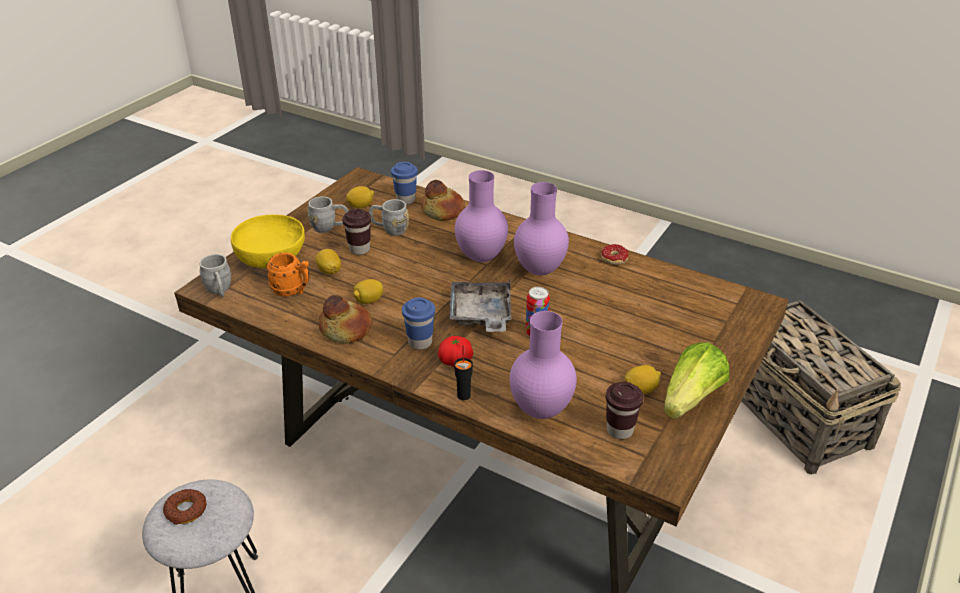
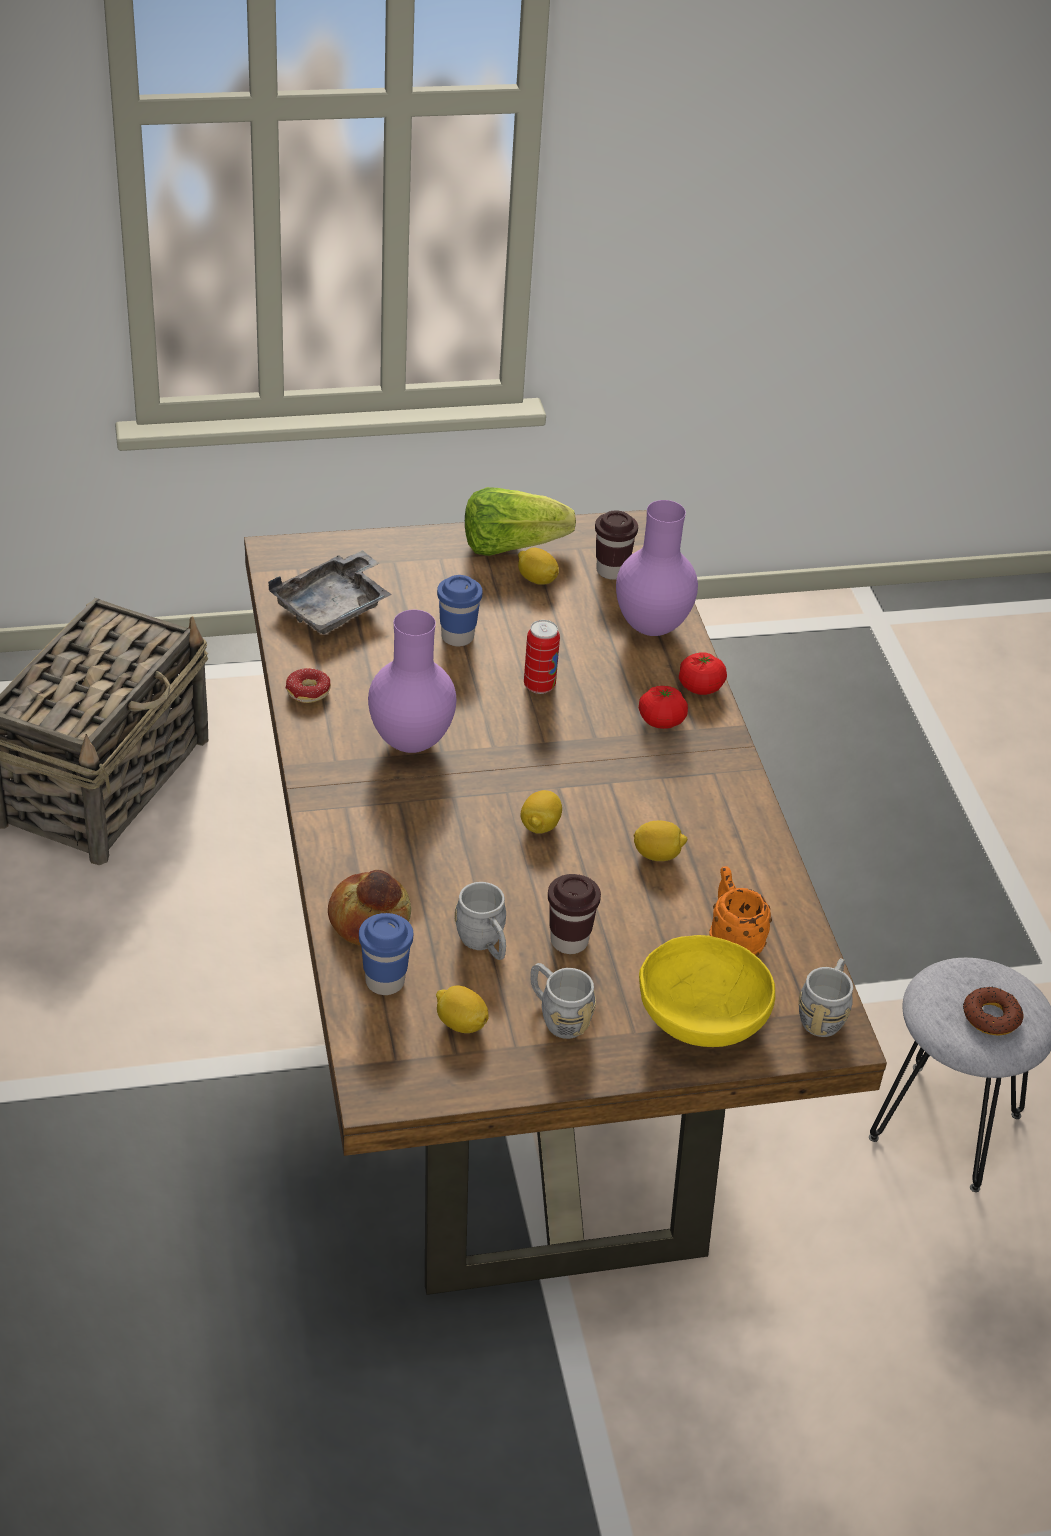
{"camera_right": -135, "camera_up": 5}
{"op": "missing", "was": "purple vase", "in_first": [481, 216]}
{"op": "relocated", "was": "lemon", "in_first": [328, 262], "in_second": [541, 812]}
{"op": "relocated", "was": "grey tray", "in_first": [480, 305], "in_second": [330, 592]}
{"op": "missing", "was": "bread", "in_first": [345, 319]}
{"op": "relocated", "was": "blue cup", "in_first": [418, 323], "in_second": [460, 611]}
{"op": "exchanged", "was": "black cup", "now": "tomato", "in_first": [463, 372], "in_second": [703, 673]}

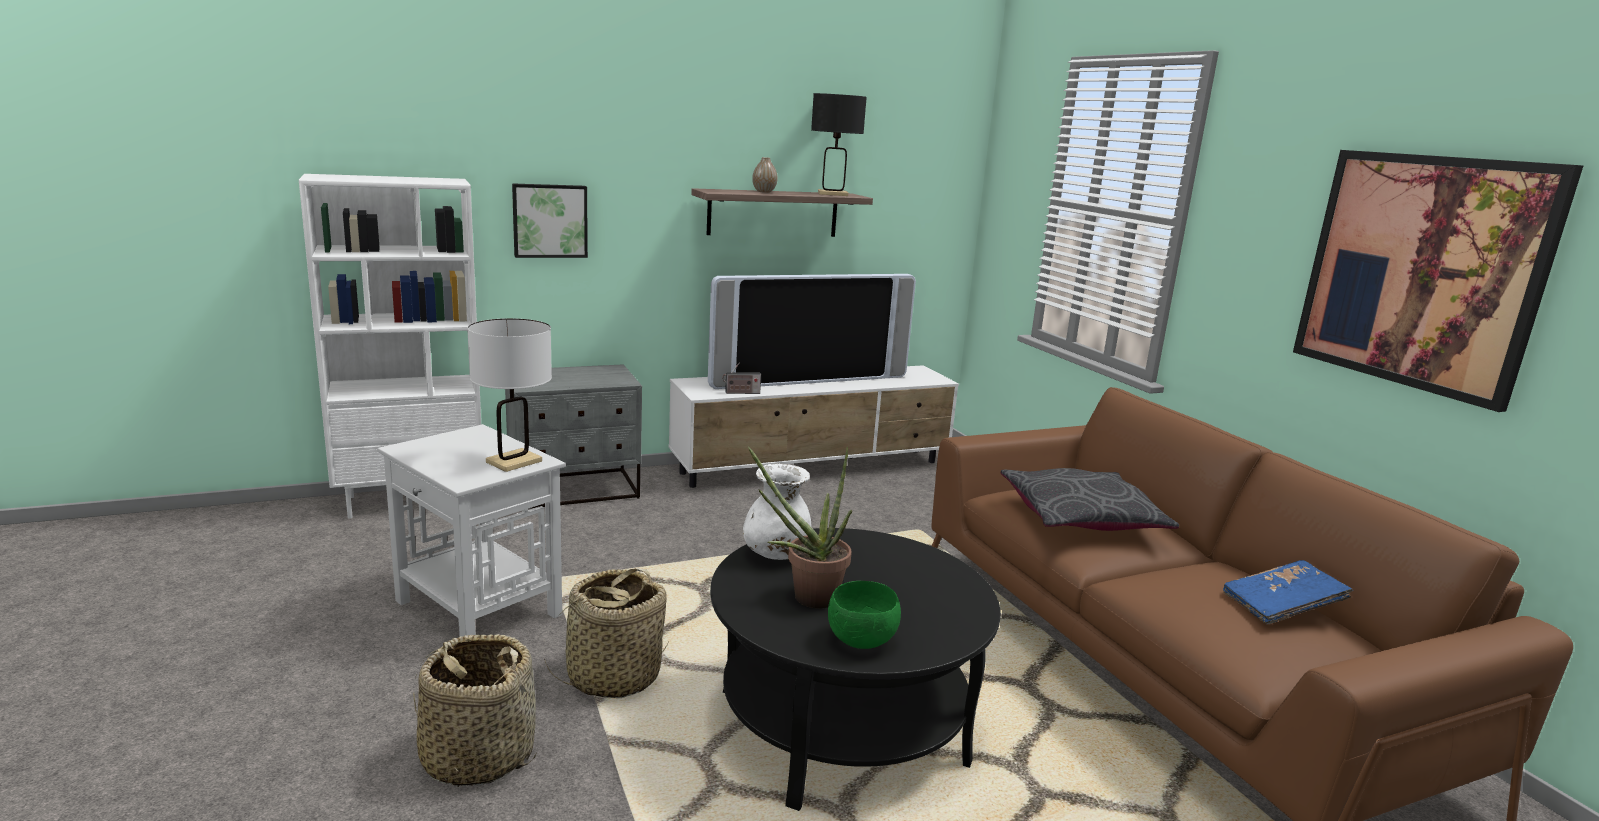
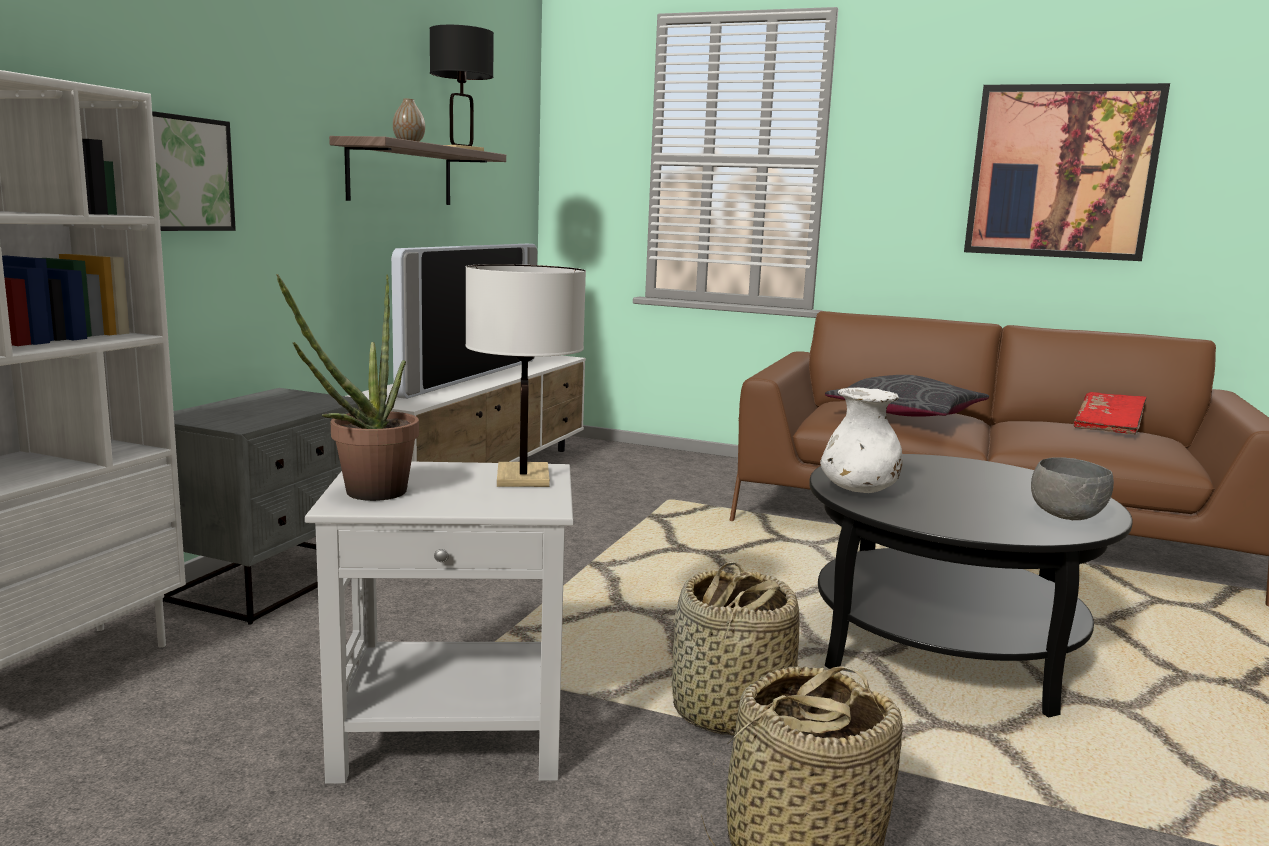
{"camera_right": -45, "camera_up": -5}
{"op": "missing", "was": "radio", "in_first": [741, 378]}
{"op": "relocated", "was": "potted plant", "in_first": [800, 527], "in_second": [347, 387]}
{"op": "colour", "was": "blue book", "now": "red book", "in_first": [1288, 592], "in_second": [1110, 413]}
{"op": "colour", "was": "green bowl", "now": "grey bowl", "in_first": [864, 615], "in_second": [1072, 488]}

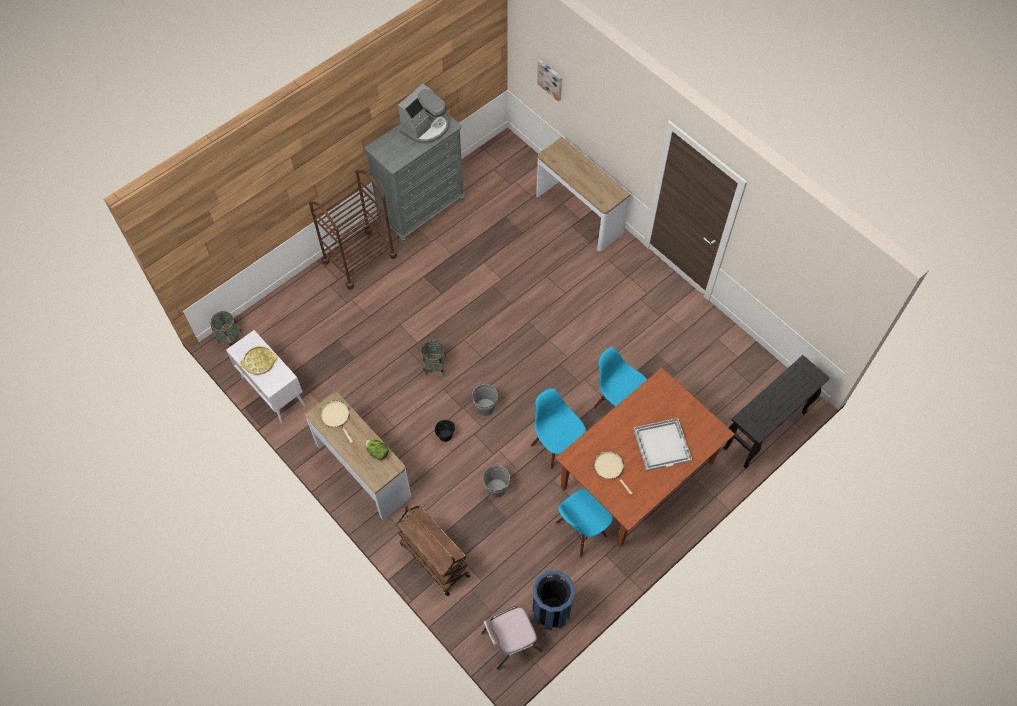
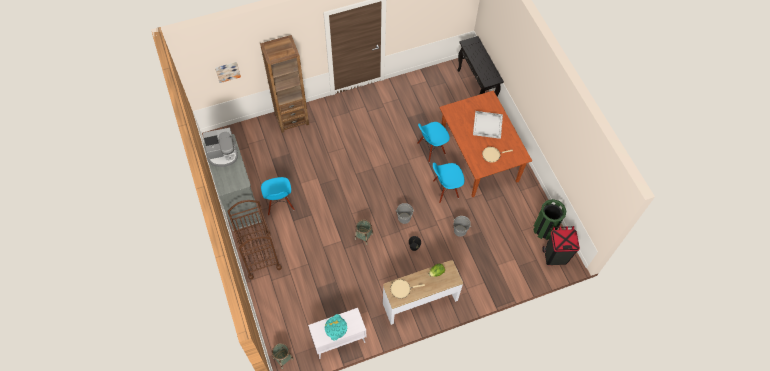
{"camera_right": -70, "camera_up": 0}
{"op": "spun", "was": "coffee machine", "in_first": [423, 113], "in_second": [220, 147], "clockwise": 105}
{"op": "exchanged", "was": "console table", "now": "brown bookcase", "in_first": [583, 194], "in_second": [284, 84]}
{"op": "colour", "was": "yellow tray", "now": "turquoise tray", "in_first": [258, 360], "in_second": [336, 327]}
{"op": "relocated", "was": "blue chair", "in_first": [584, 522], "in_second": [278, 196]}
{"op": "missing", "was": "brown cart", "in_first": [433, 550]}
{"op": "colour", "was": "blue trash can", "now": "green trash can", "in_first": [553, 600], "in_second": [550, 219]}
{"op": "exchanged", "was": "pink chair", "now": "black trash can", "in_first": [511, 638], "in_second": [561, 245]}

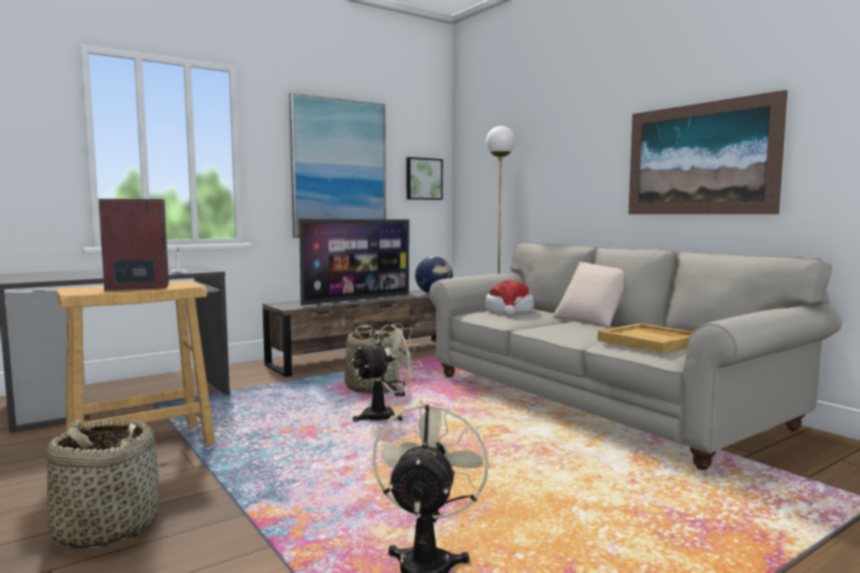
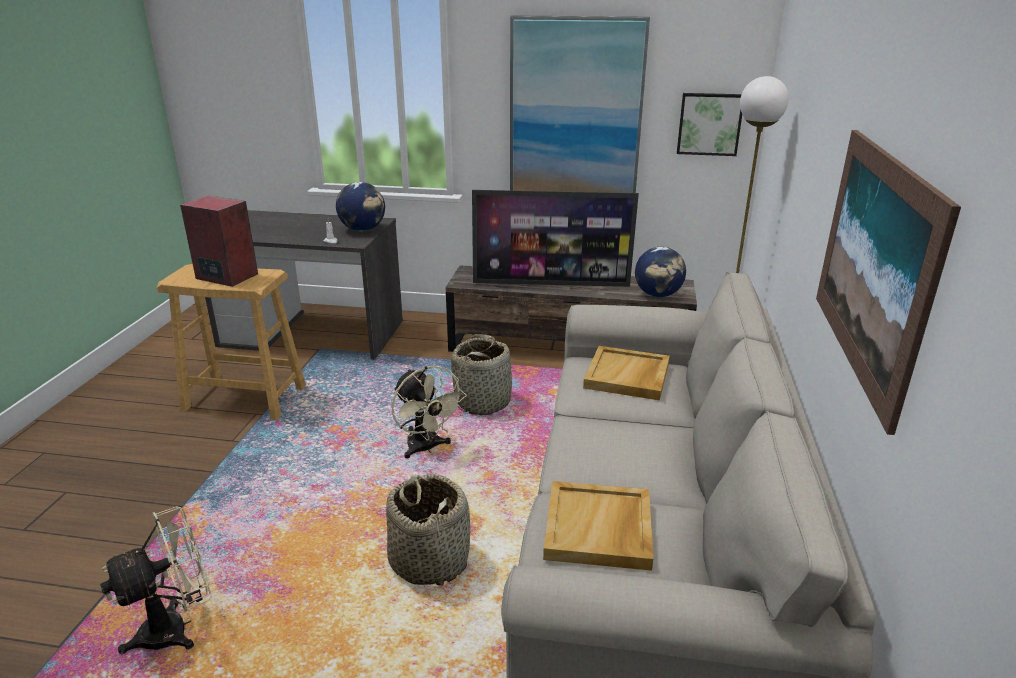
{"camera_right": 45, "camera_up": 20}
{"op": "missing", "was": "beige pillow", "in_first": [588, 295]}
{"op": "exchanged", "was": "hat", "now": "beige tray", "in_first": [509, 298], "in_second": [626, 373]}
{"op": "spun", "was": "beige fan", "in_first": [387, 373], "in_second": [429, 412], "clockwise": 45}
{"op": "relocated", "was": "basket", "in_first": [102, 484], "in_second": [428, 529]}
{"op": "appeared", "now": "globe", "in_second": [360, 206]}

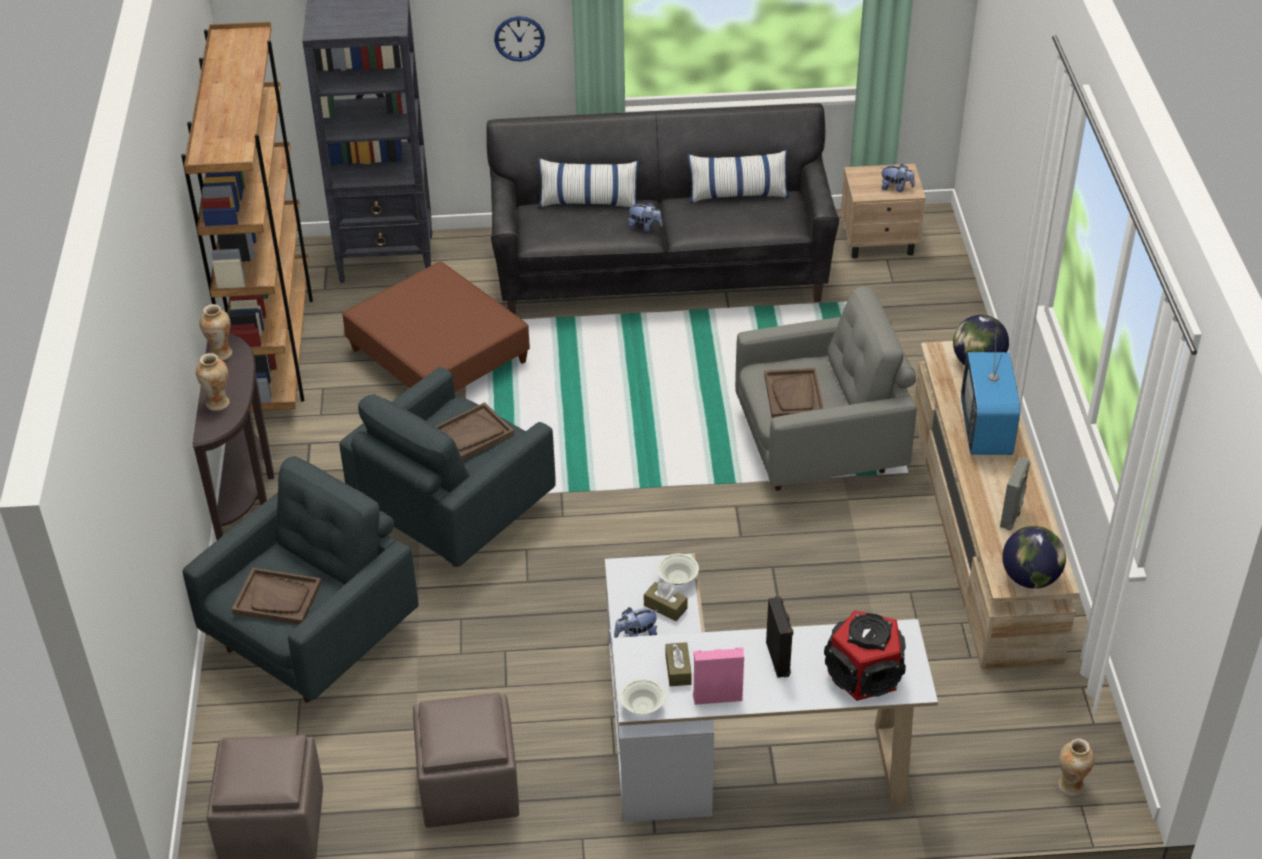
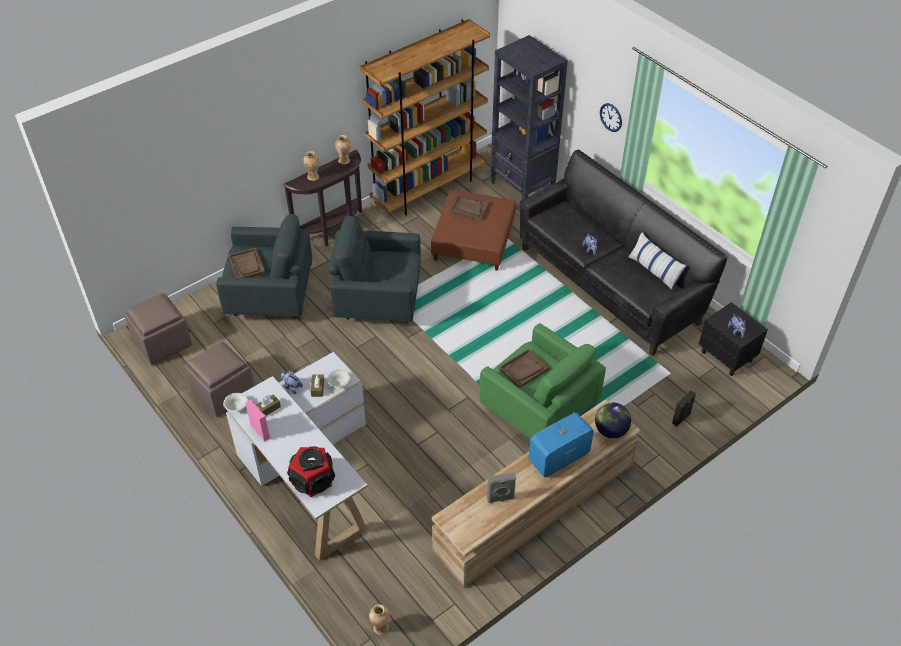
{"camera_right": 55, "camera_up": 5}
{"op": "missing", "was": "pillow", "in_first": [588, 183]}
{"op": "colour", "was": "beige nightstand", "now": "black nightstand", "in_first": [883, 211], "in_second": [733, 339]}
{"op": "colour", "was": "grey armchair", "now": "green armchair", "in_first": [826, 388], "in_second": [542, 381]}
{"op": "relocated", "was": "brown tray", "in_first": [474, 431], "in_second": [470, 207]}
{"op": "missing", "was": "globe", "in_first": [1034, 557]}
{"op": "relocated", "was": "black speaker", "in_first": [779, 637], "in_second": [684, 408]}

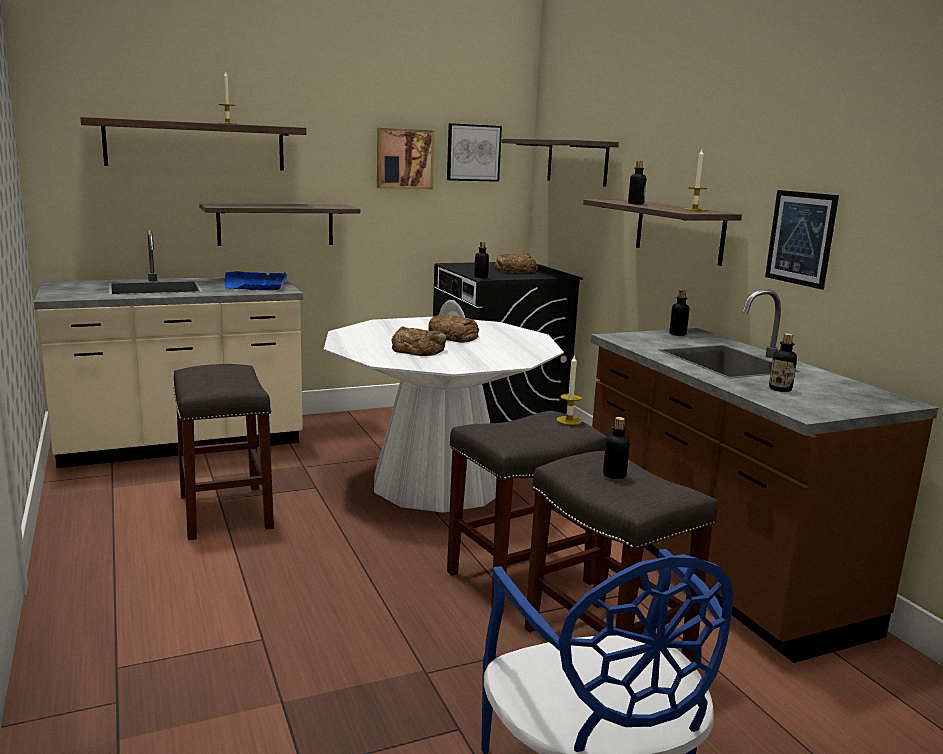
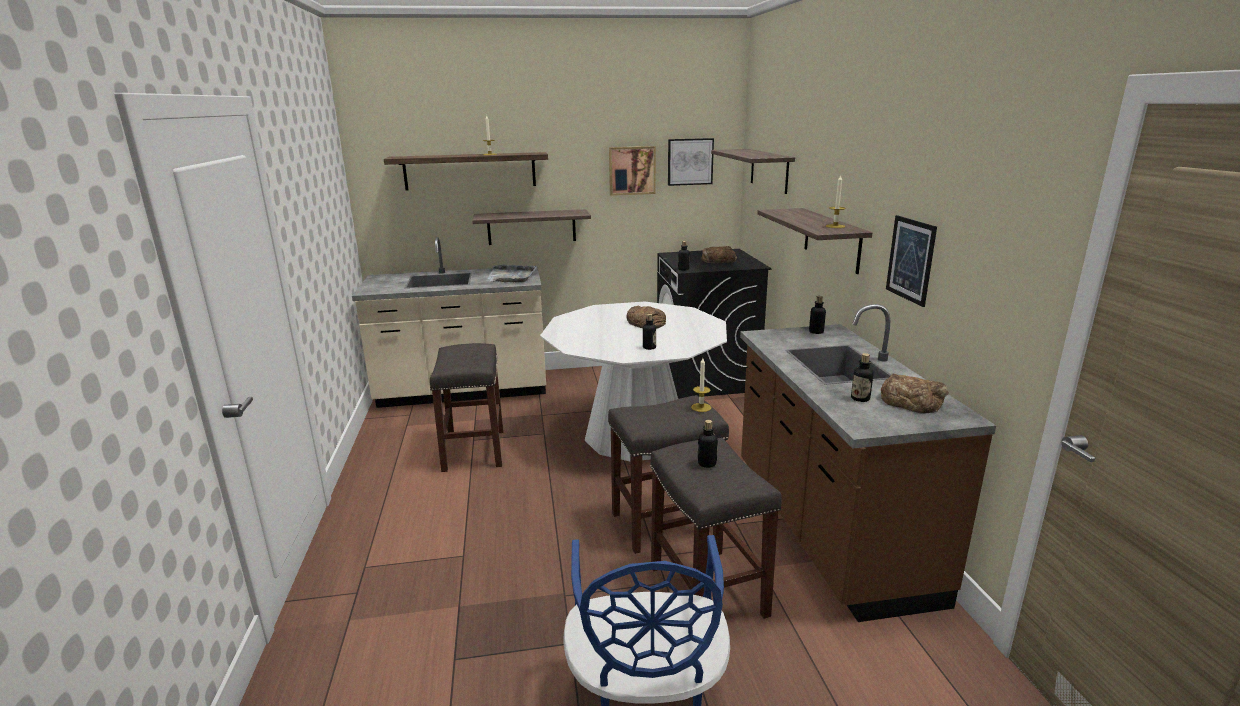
{"camera_right": 15, "camera_up": 5}
{"op": "relocated", "was": "bottle", "in_first": [637, 183], "in_second": [649, 332]}
{"op": "colour", "was": "blue tray", "now": "grey tray", "in_first": [256, 280], "in_second": [512, 273]}
{"op": "relocated", "was": "bread", "in_first": [418, 341], "in_second": [915, 393]}

